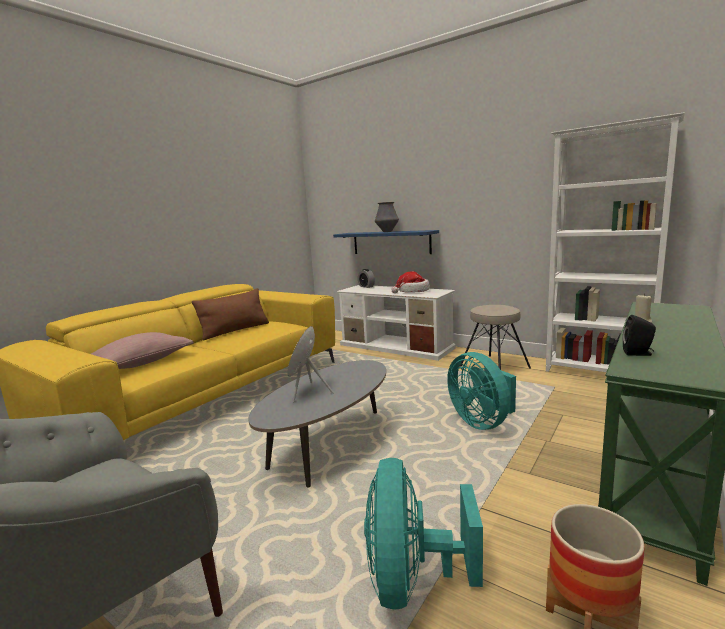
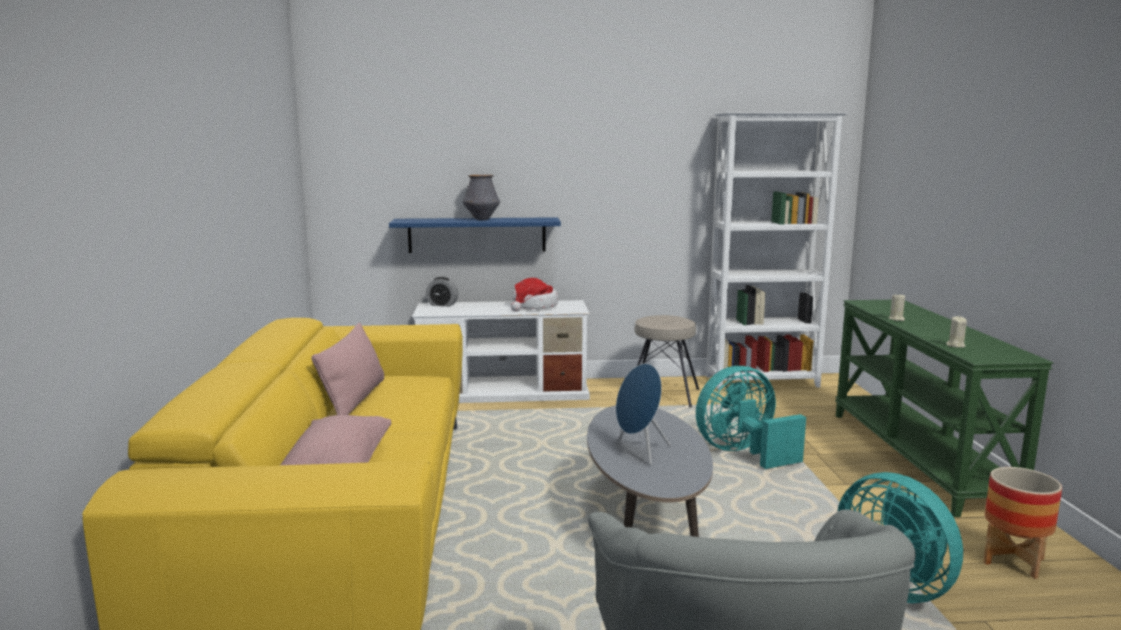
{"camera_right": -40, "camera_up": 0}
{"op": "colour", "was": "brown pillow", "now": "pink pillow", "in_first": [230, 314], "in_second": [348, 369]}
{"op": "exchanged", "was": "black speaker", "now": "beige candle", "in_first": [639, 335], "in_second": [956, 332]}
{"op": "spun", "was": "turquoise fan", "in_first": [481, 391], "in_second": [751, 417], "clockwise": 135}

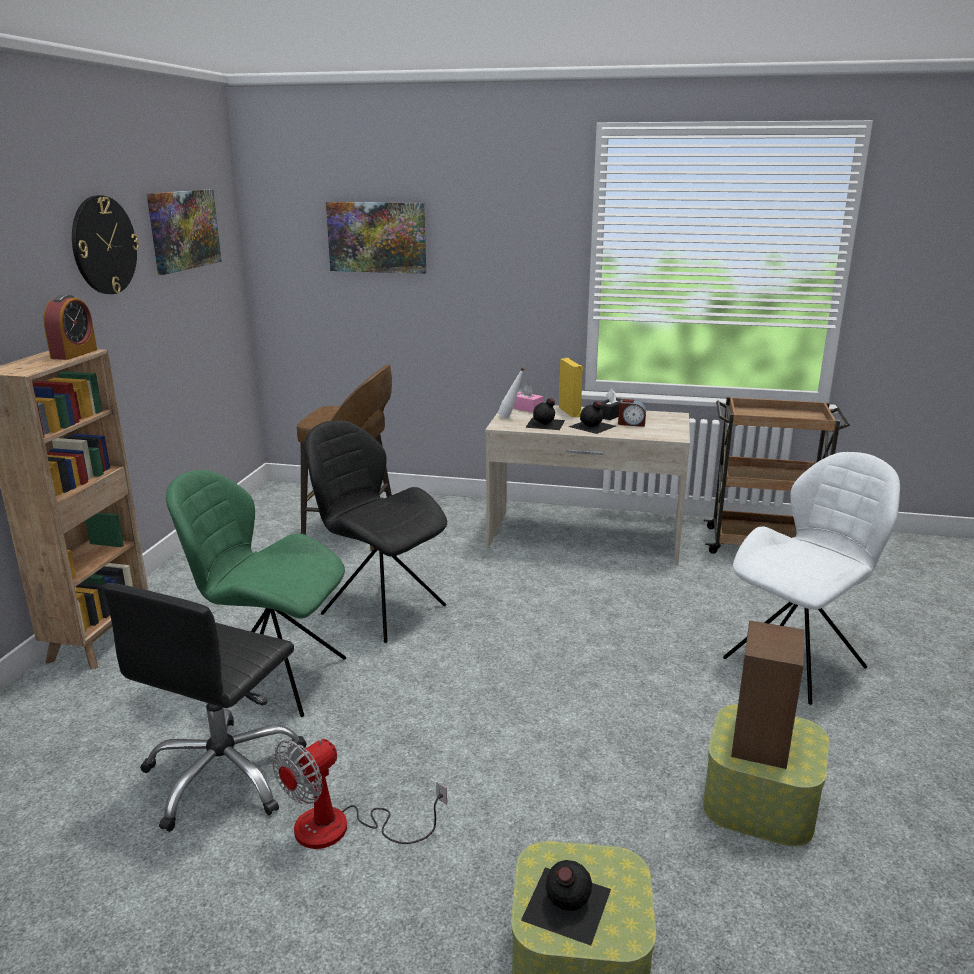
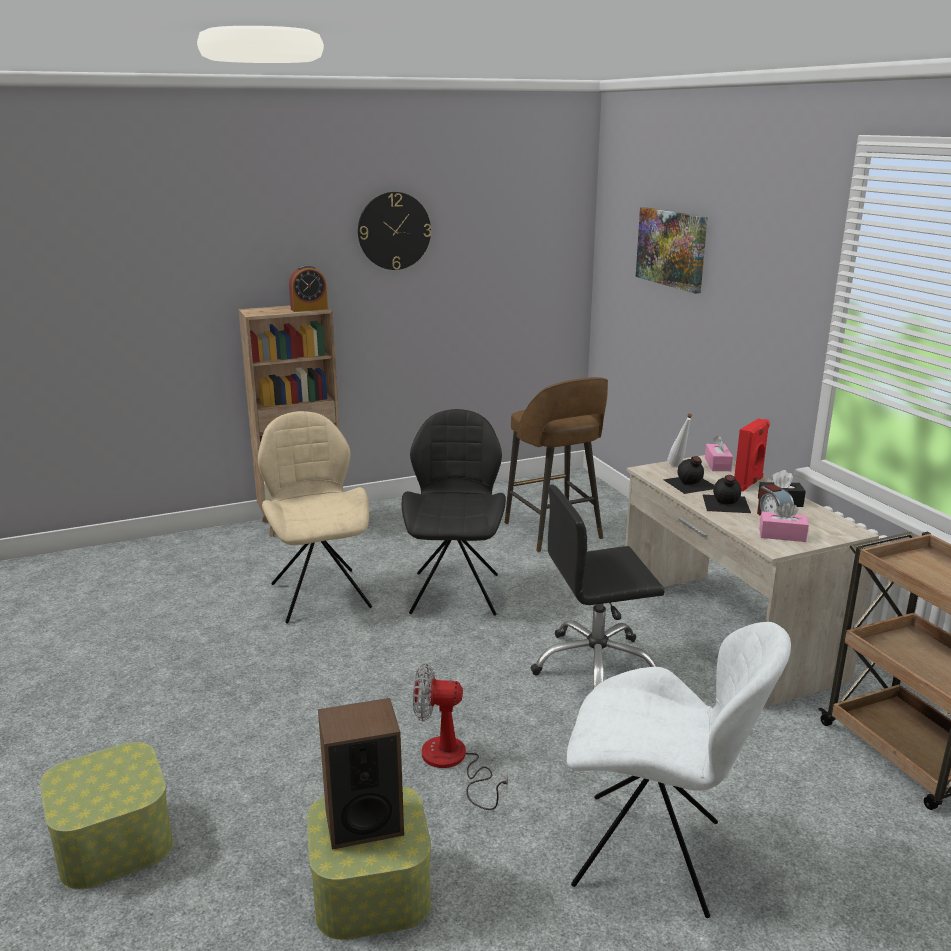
{"camera_right": 55, "camera_up": 0}
{"op": "missing", "was": "picture", "in_first": [184, 232]}
{"op": "colour", "was": "yellow speaker", "now": "red speaker", "in_first": [571, 387], "in_second": [752, 455]}
{"op": "colour", "was": "green chair", "now": "beige chair", "in_first": [256, 593], "in_second": [315, 517]}
{"op": "relocated", "was": "black office chair", "in_first": [204, 707], "in_second": [598, 586]}
{"op": "relocated", "was": "fan", "in_first": [359, 793], "in_second": [460, 736]}
{"op": "missing", "was": "black bottle", "in_first": [566, 903]}
{"op": "appeared", "now": "pink tissue box", "in_second": [784, 522]}

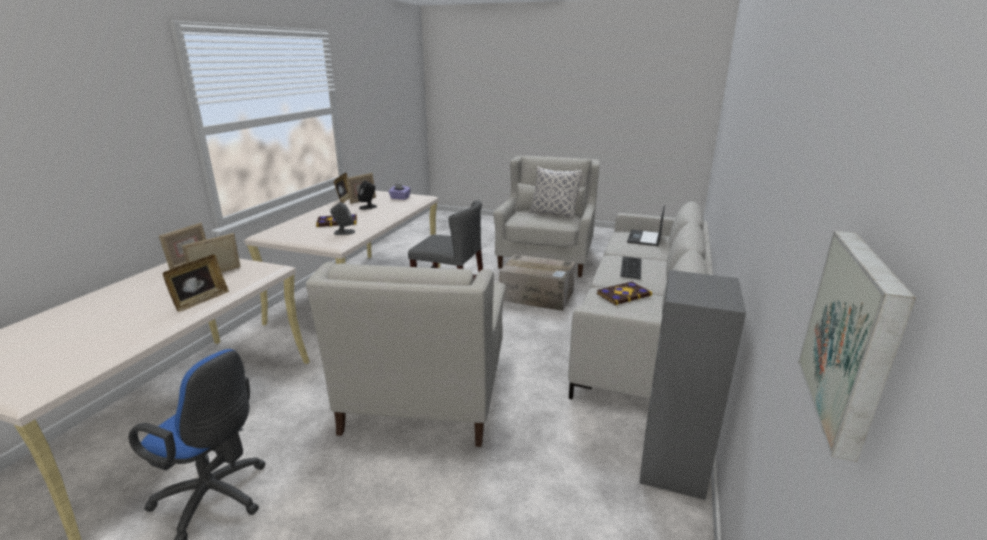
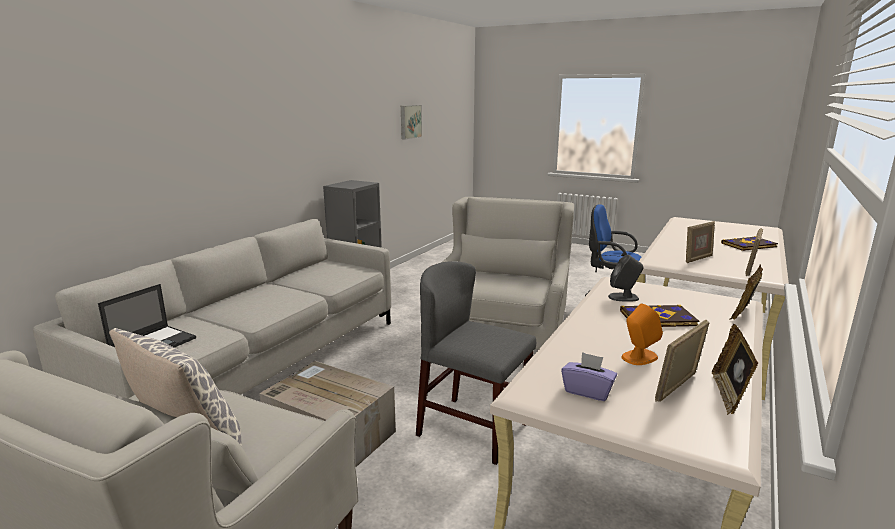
{"camera_right": -170, "camera_up": -5}
{"op": "colour", "was": "black speaker", "now": "orange speaker", "in_first": [367, 195], "in_second": [642, 334]}
{"op": "relocated", "was": "picture frame", "in_first": [196, 283], "in_second": [746, 292]}
{"op": "missing", "was": "keyboard", "in_first": [630, 268]}
{"op": "relocated", "was": "book", "in_first": [624, 293], "in_second": [749, 243]}

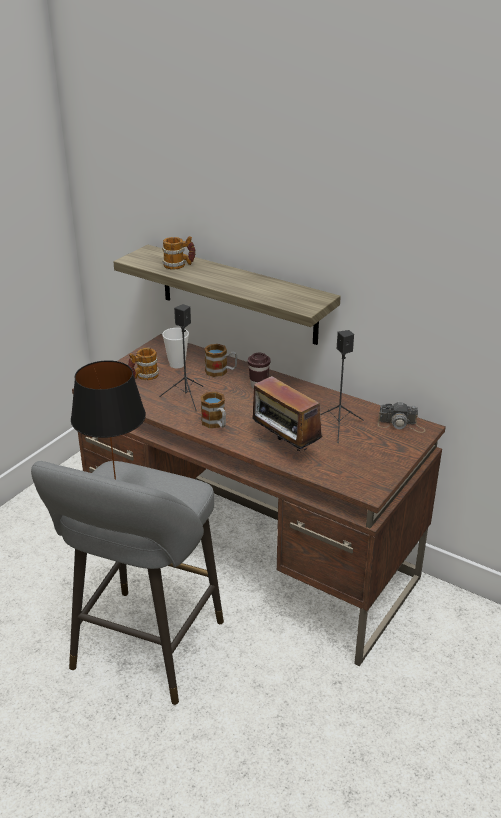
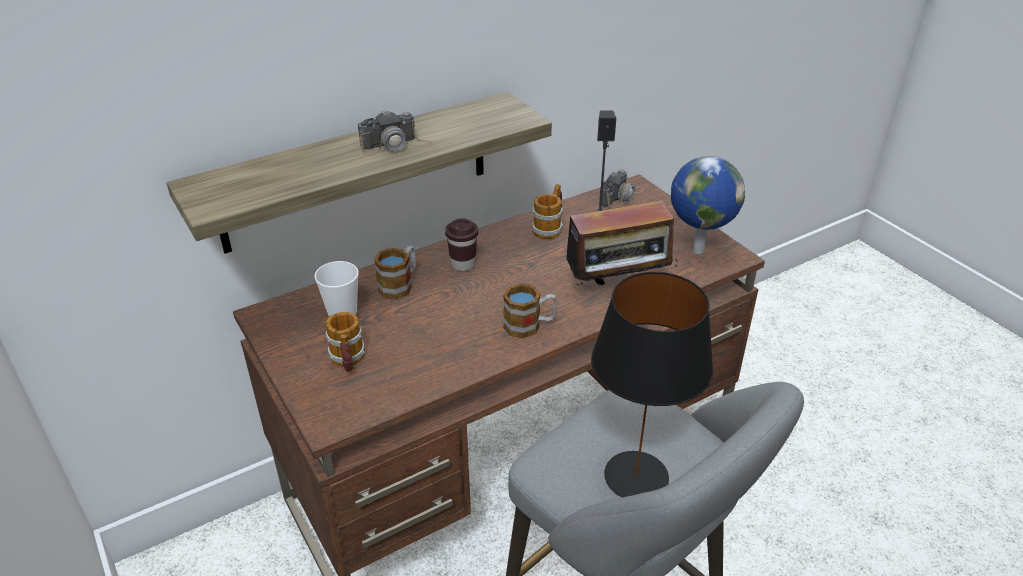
{"camera_right": -65, "camera_up": 5}
{"op": "relocated", "was": "mug", "in_first": [179, 253], "in_second": [547, 211]}
{"op": "missing", "was": "black speaker", "in_first": [181, 357]}
{"op": "appeared", "now": "photo camera", "in_second": [395, 133]}
{"op": "appeared", "now": "globe", "in_second": [708, 205]}

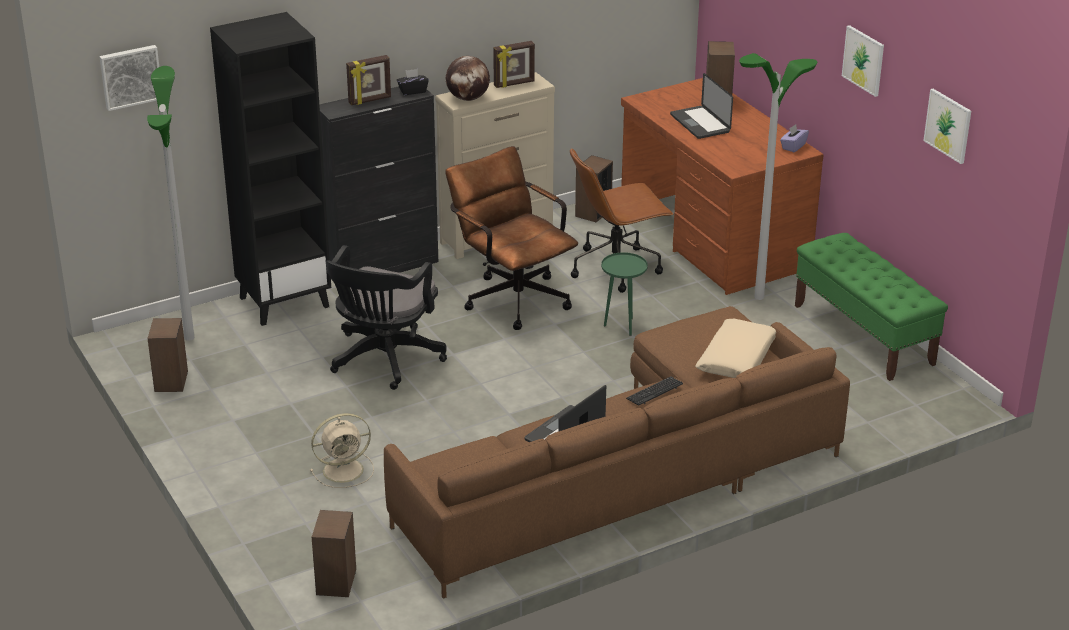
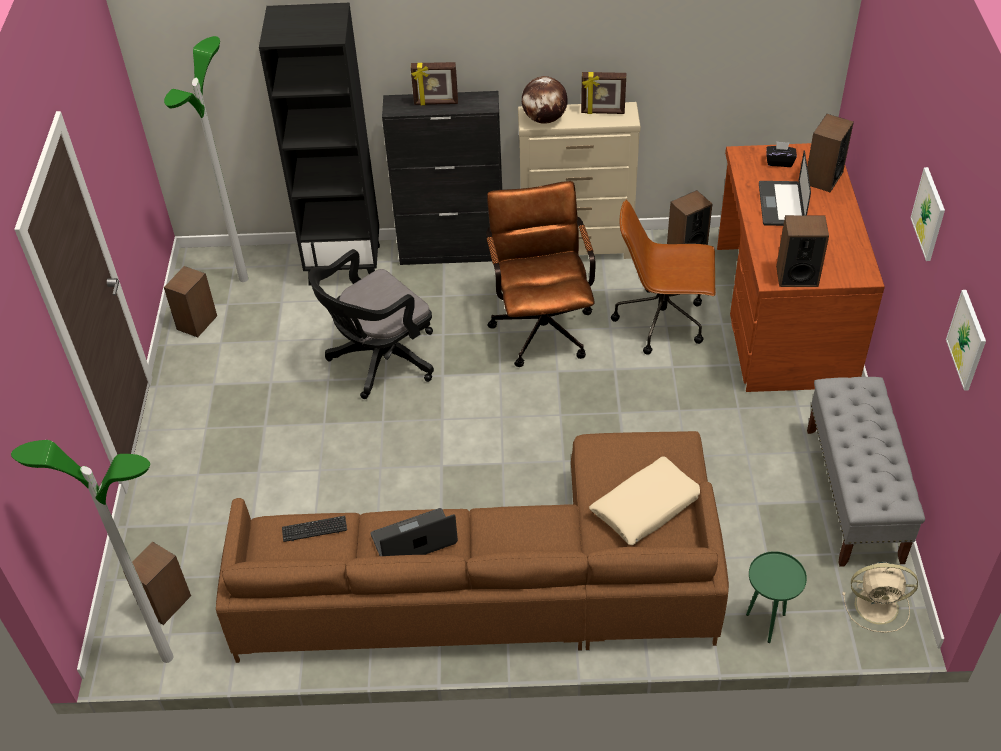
{"camera_right": 30, "camera_up": 15}
{"op": "missing", "was": "picture", "in_first": [129, 78]}
{"op": "relocated", "was": "floor lamp", "in_first": [778, 176], "in_second": [92, 551]}
{"op": "relocated", "was": "black tissue box", "in_first": [413, 82], "in_second": [781, 154]}
{"op": "missing", "was": "purple tissue box", "in_first": [794, 138]}
{"op": "colour", "was": "green bench", "now": "grey bench", "in_first": [871, 307], "in_second": [866, 472]}
{"op": "relocated", "was": "green side table", "in_first": [624, 294], "in_second": [776, 597]}
{"op": "relocated", "was": "keyboard", "in_first": [654, 390], "in_second": [314, 529]}
{"op": "relocated", "was": "beige fan", "in_first": [342, 450], "in_second": [880, 597]}
{"op": "appeared", "now": "speaker", "in_second": [802, 251]}

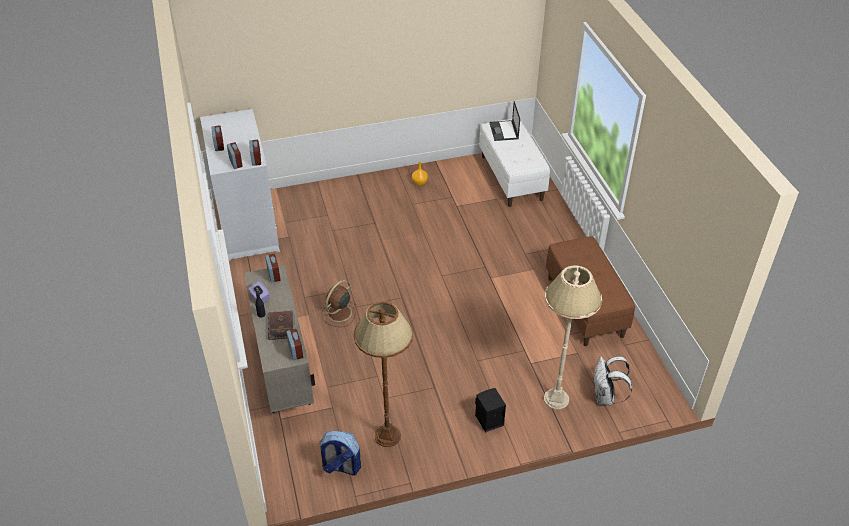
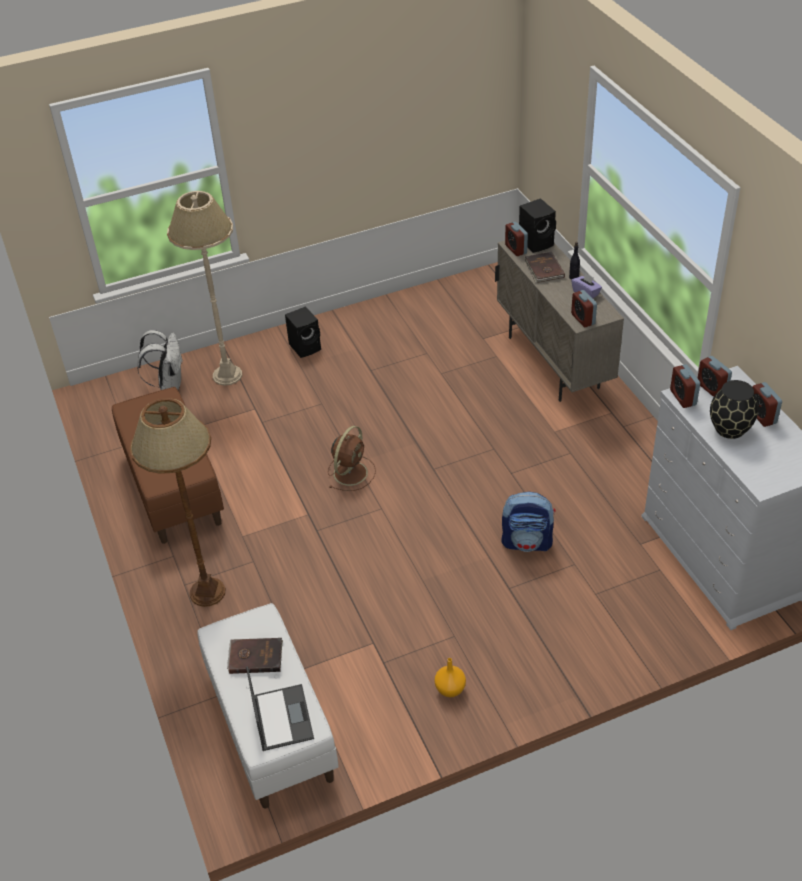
{"camera_right": 175, "camera_up": 0}
{"op": "relocated", "was": "brown fan", "in_first": [339, 303], "in_second": [352, 458]}
{"op": "relocated", "was": "brown floor lamp", "in_first": [383, 374], "in_second": [177, 502]}
{"op": "relocated", "was": "backpack", "in_first": [340, 453], "in_second": [529, 522]}
{"op": "appeared", "now": "black speaker", "in_second": [537, 225]}
{"op": "appeared", "now": "black vase", "in_second": [734, 409]}
{"op": "appeared", "now": "brown book", "in_second": [255, 656]}

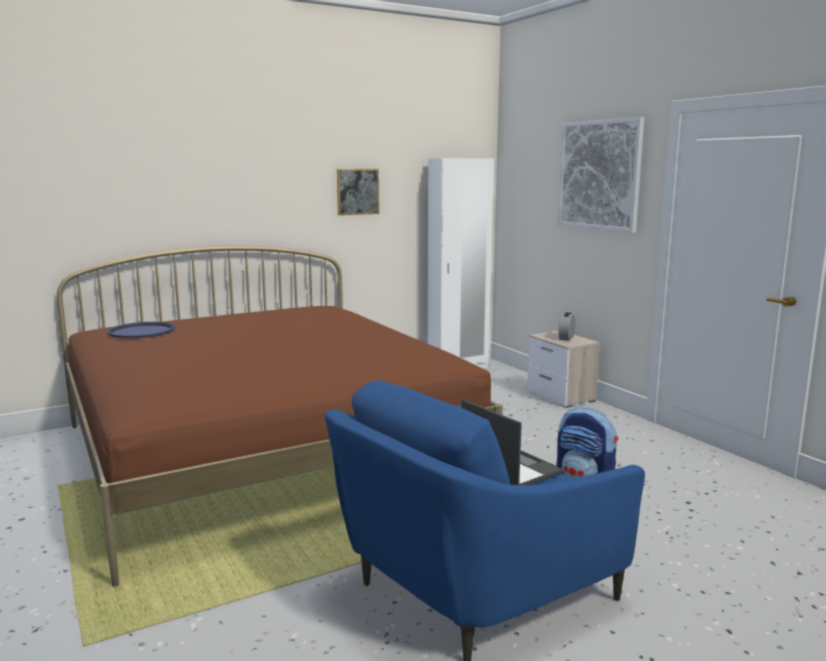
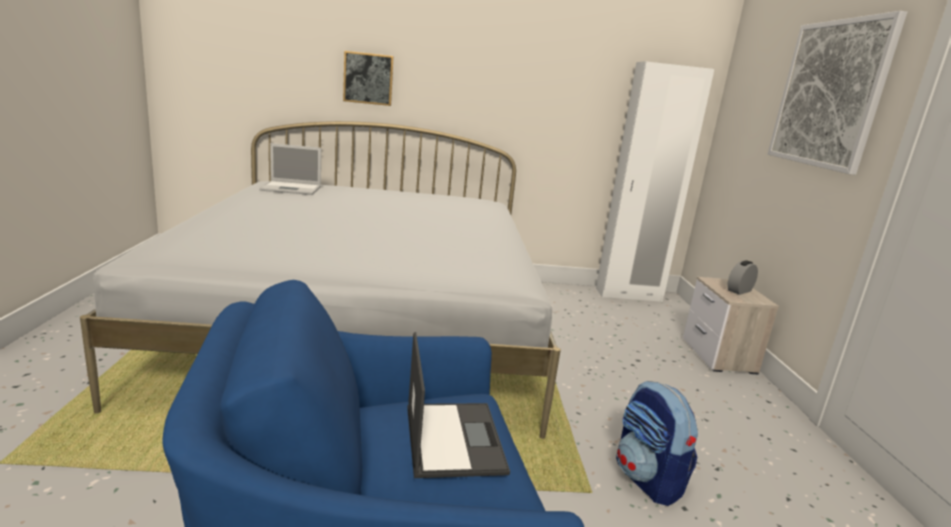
{"camera_right": 25, "camera_up": 5}
{"op": "relocated", "was": "picture", "in_first": [358, 192], "in_second": [368, 78]}
{"op": "colour", "was": "brown bed", "now": "white bed", "in_first": [280, 416], "in_second": [320, 280]}
{"op": "exchanged", "was": "blue tray", "now": "laptop", "in_first": [141, 330], "in_second": [290, 169]}

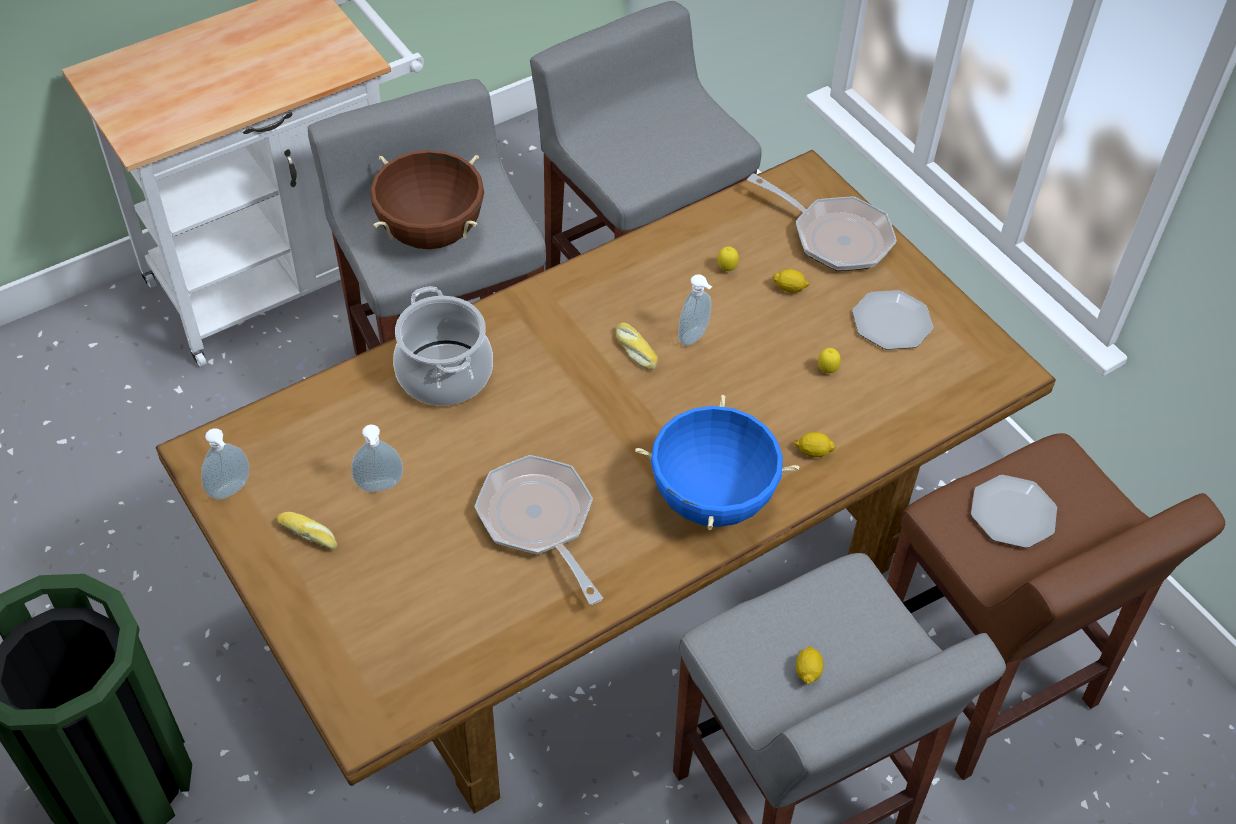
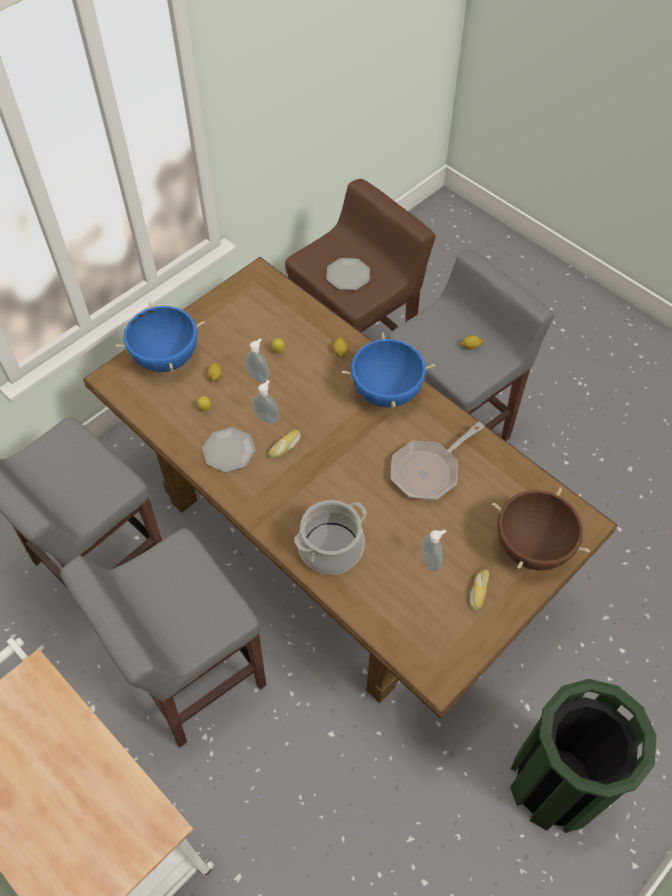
{"camera_right": -100, "camera_up": 5}
{"op": "relocated", "was": "brown cooking pot", "in_first": [427, 199], "in_second": [541, 529]}
{"op": "exchanged", "was": "frying pan", "now": "blue cooking pot", "in_first": [822, 222], "in_second": [160, 337]}
{"op": "relocated", "was": "plate", "in_first": [892, 320], "in_second": [228, 449]}
{"op": "relocated", "was": "soap dispenser", "in_first": [225, 464], "in_second": [257, 360]}

